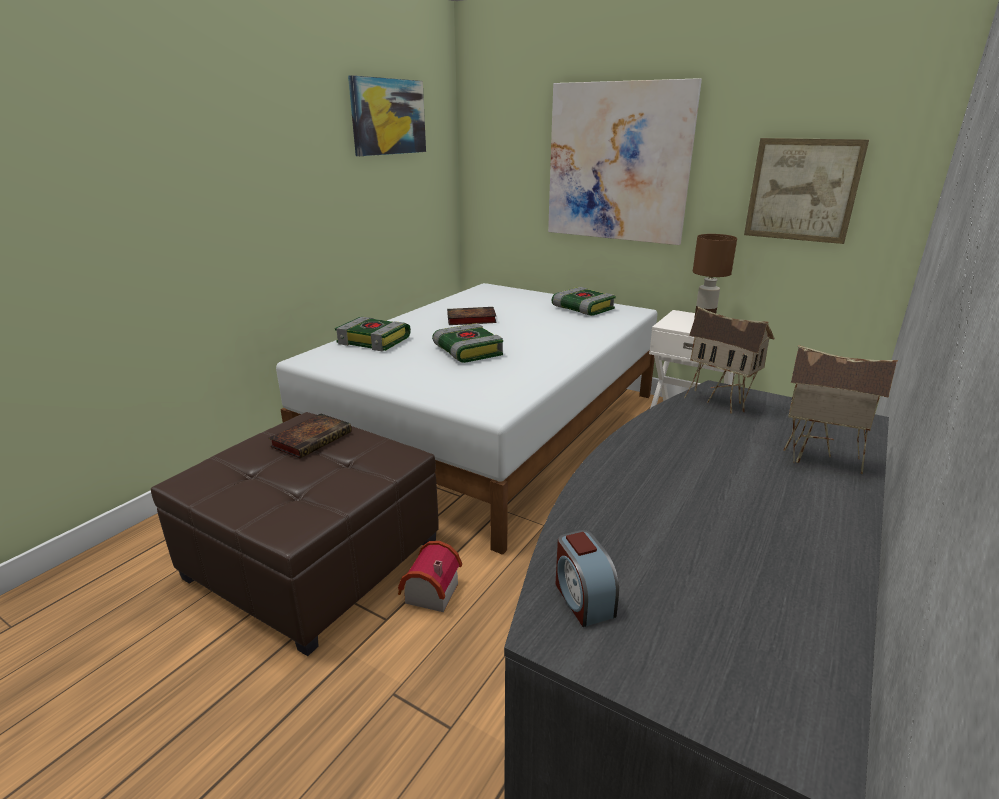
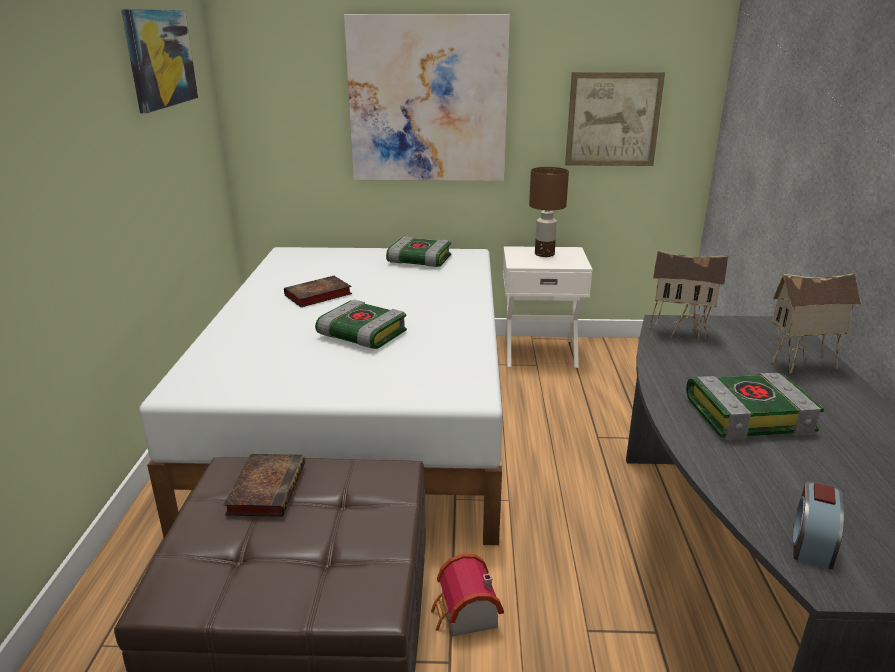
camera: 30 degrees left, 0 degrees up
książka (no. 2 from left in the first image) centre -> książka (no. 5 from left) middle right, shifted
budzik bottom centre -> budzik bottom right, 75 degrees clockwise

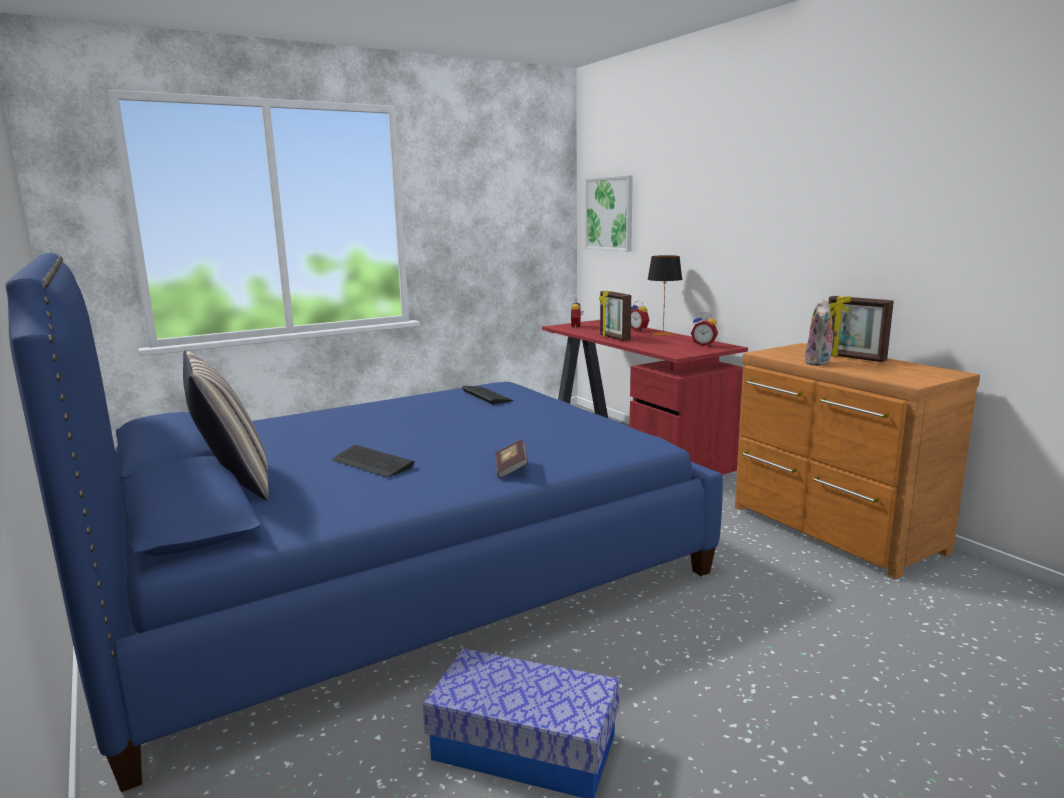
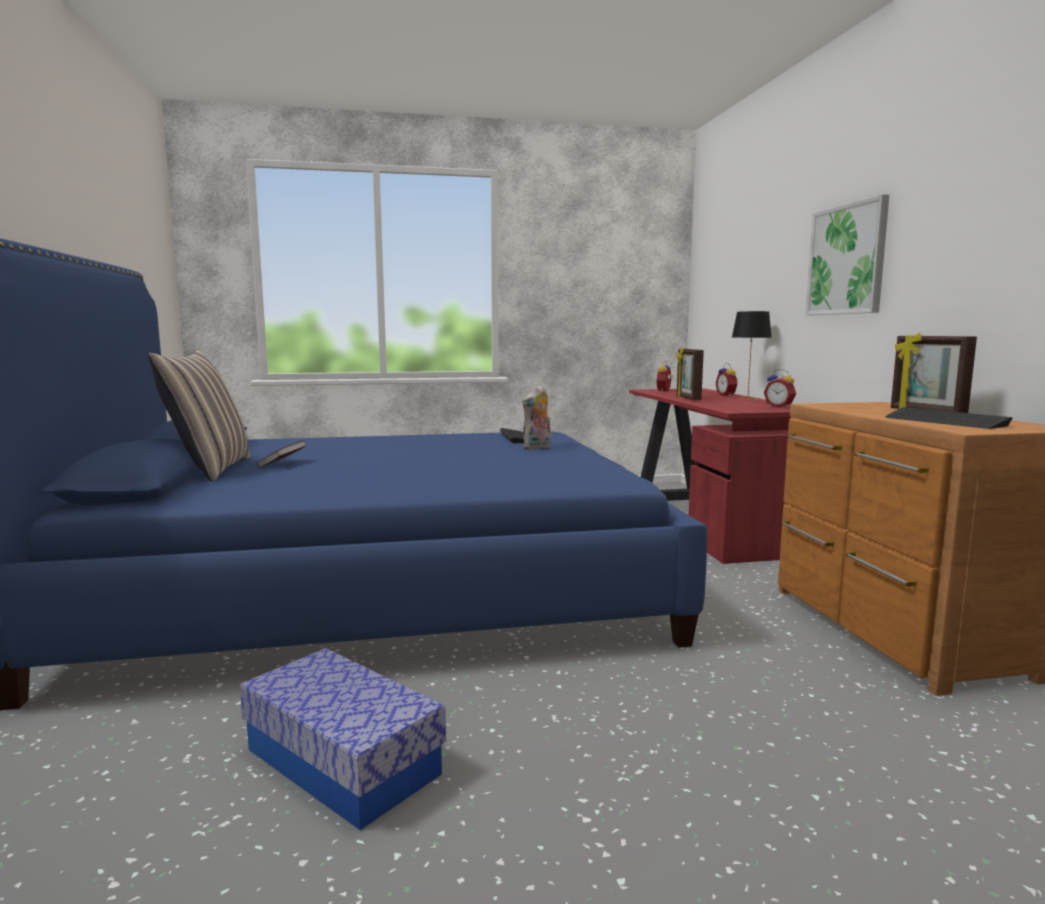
camera: 20 degrees right, 5 degrees down
książka centre -> książka middle left, shifted
pluszak middle right -> pluszak centre, shifted
obraz top centre -> obraz top right, shifted
klawiatura (no. 1 from left in the first image) centre -> klawiatura (no. 2 from left) middle right, shifted

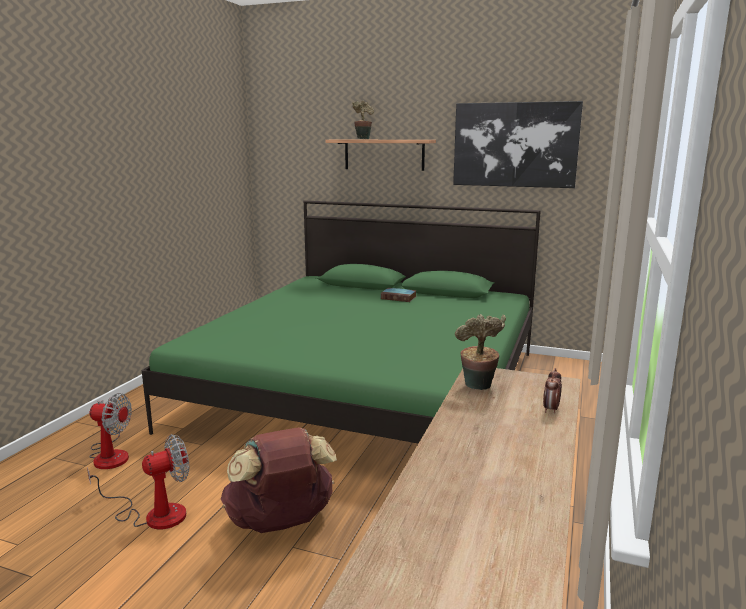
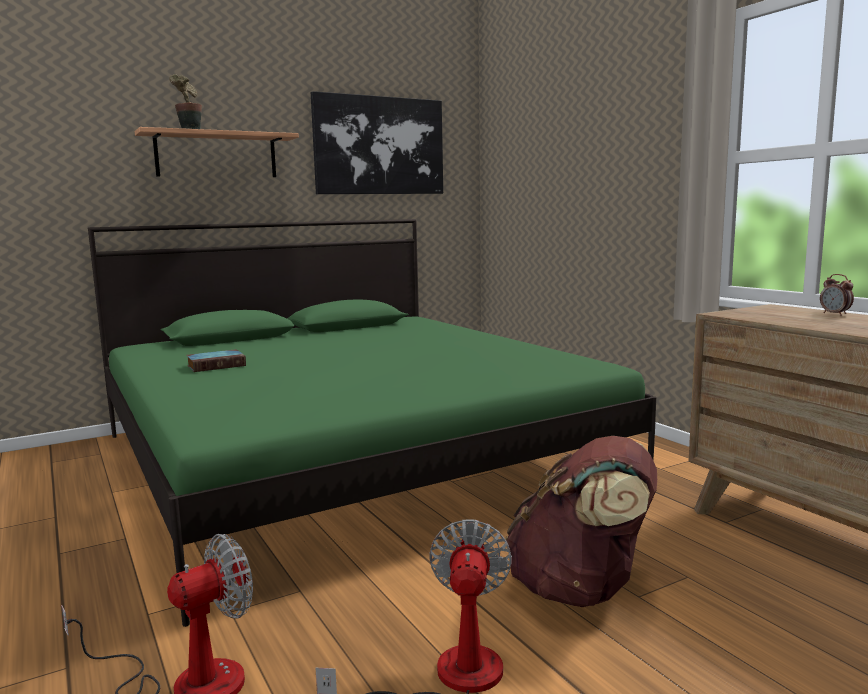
camera: 50 degrees left, 5 degrees down
książka centre -> książka middle left, shifted
roślina doniczkowa (no. 2 from left) centre -> none

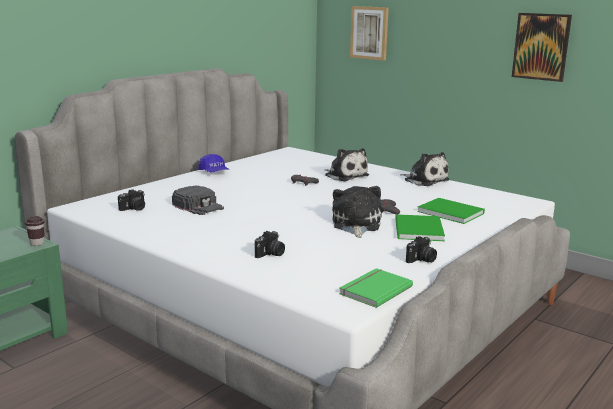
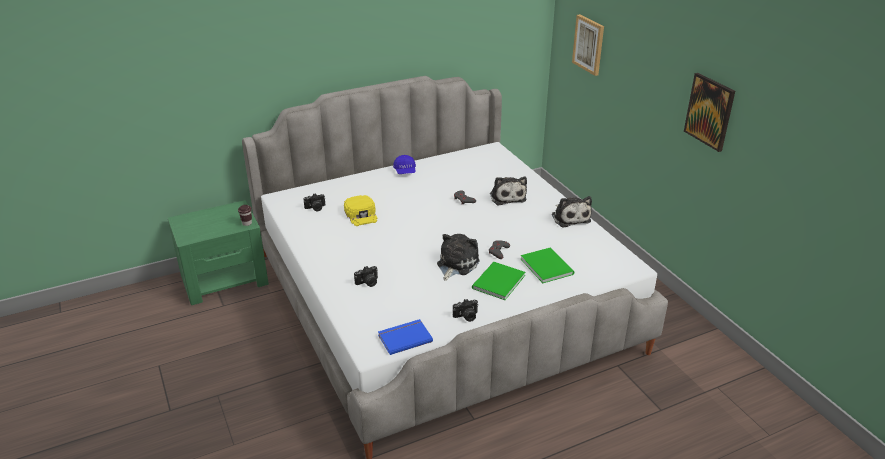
camera: 25 degrees right, 15 degrees up
czapka z daszkiem [czarny] middle left -> czapka z daszkiem [żółty] centre
książka [zielony] (no. 1 from left) bottom centre -> książka [niebieski] bottom centre

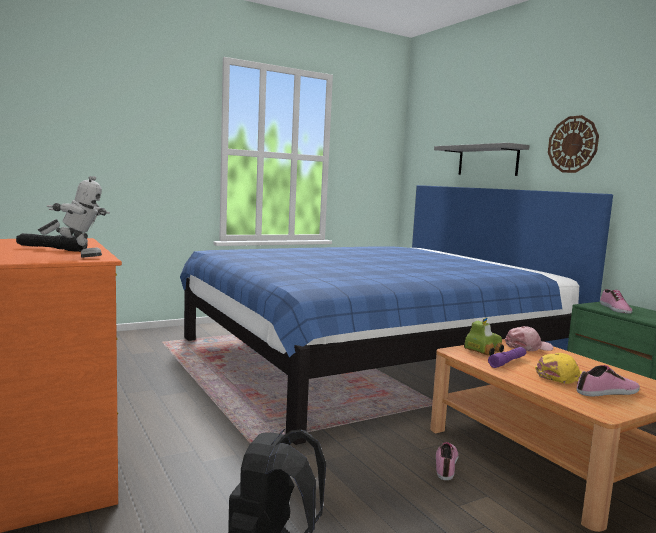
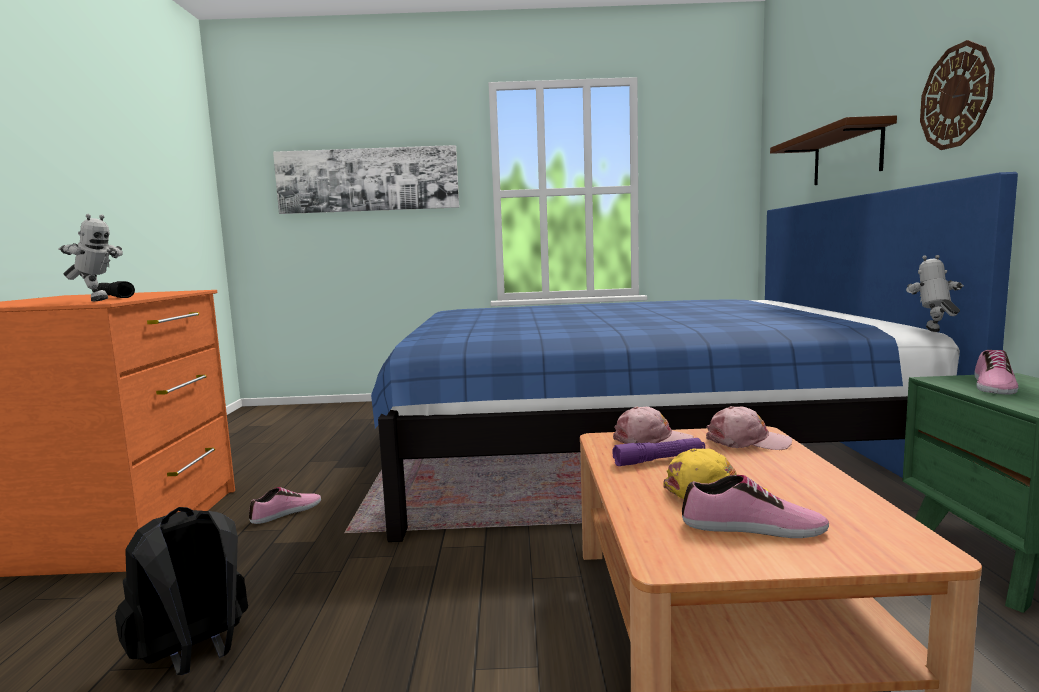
camera: 30 degrees right, 0 degrees up
but (no. 1 from left) bottom right -> but (no. 1 from left) bottom left, shifted
none -> obraz top centre
samochodzik middle right -> czapka z daszkiem [różowy] (no. 1 from left) centre
półka [szary] top right -> półka [brązowy] top right
none -> robot zabawkowy (no. 2 from left) middle right

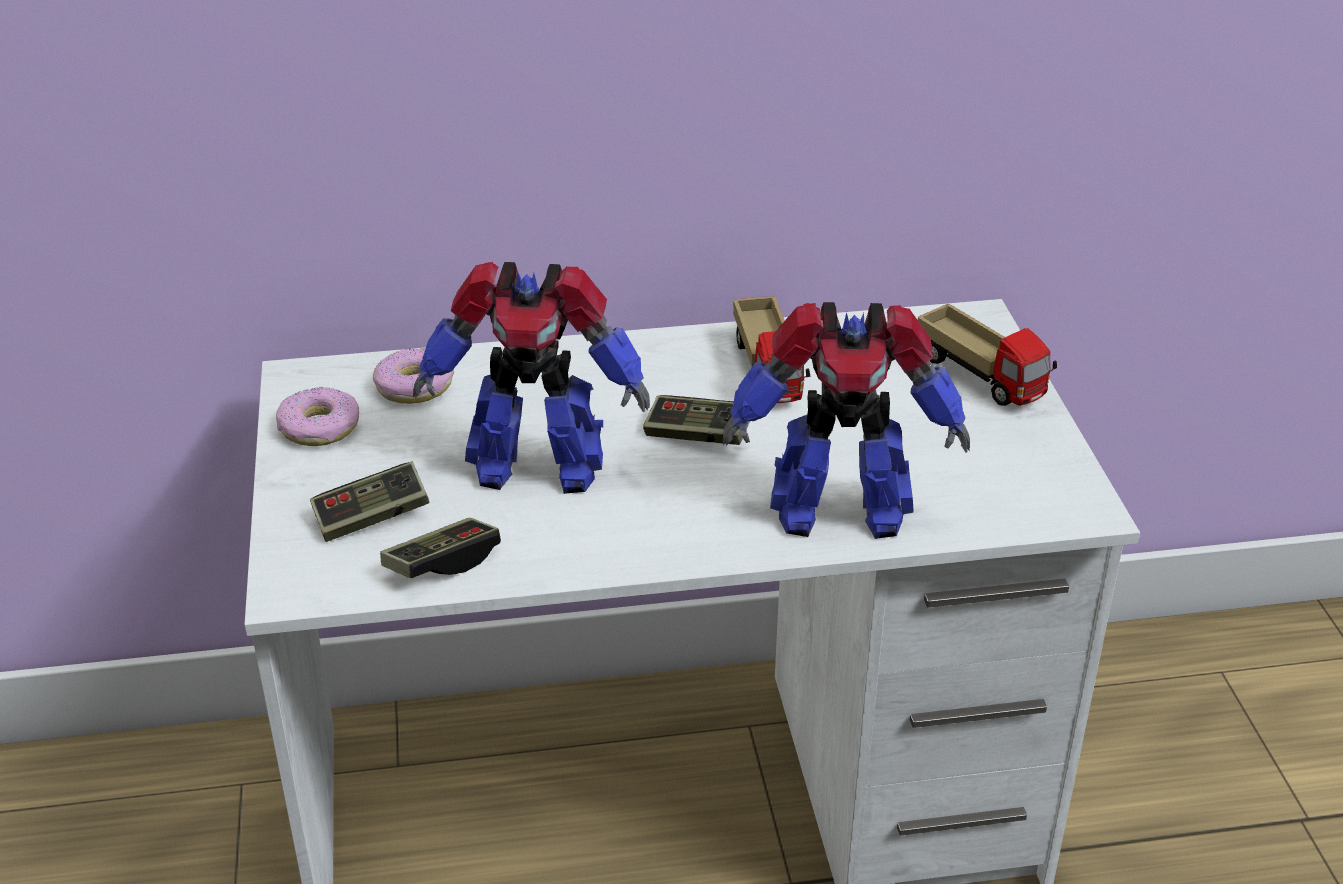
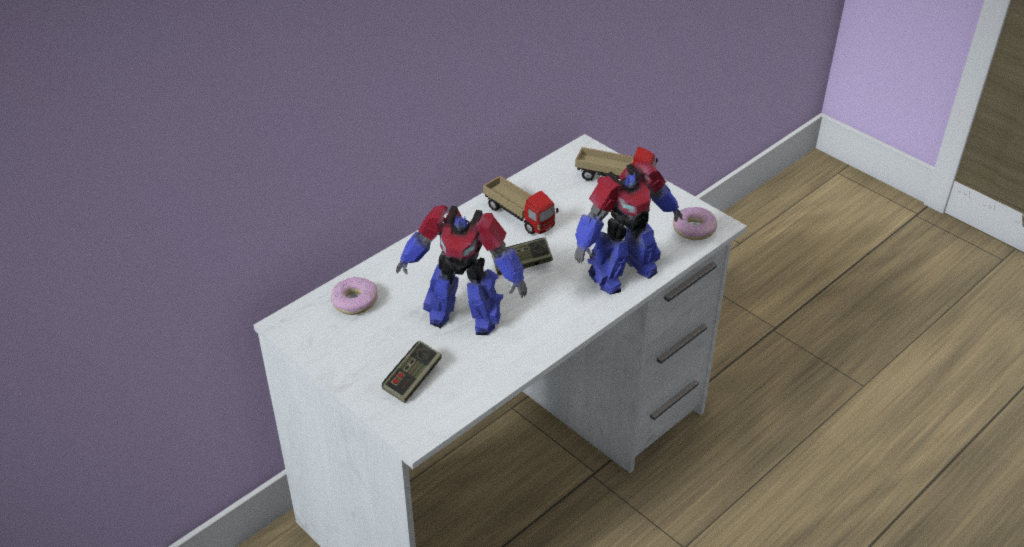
camera: 35 degrees left, 5 degrees up
robot zabawkowy (no. 1 from left) centre, 45 degrees clockwise
donut (no. 1 from left in the first image) middle left -> donut (no. 2 from left) middle right, shifted
pad do gier (no. 2 from left) middle left -> none

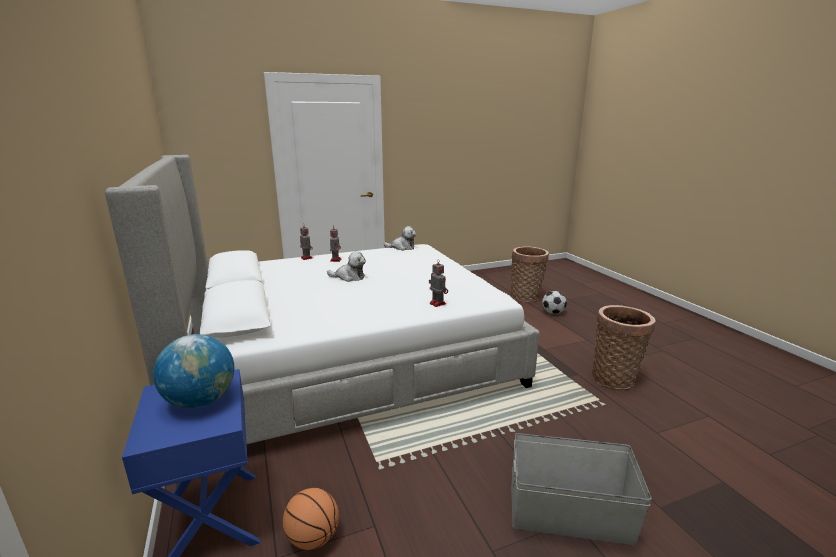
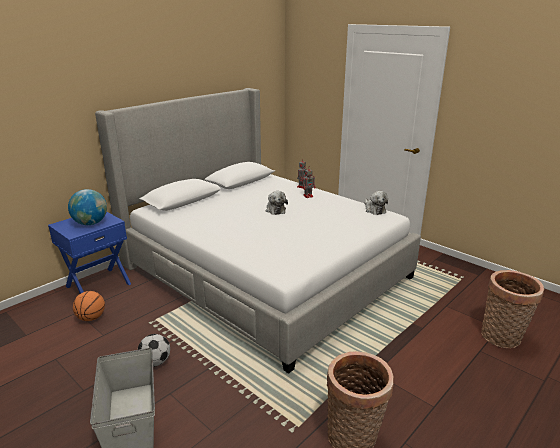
camera: 65 degrees right, 5 degrees up
piłka futbolowa centre -> piłka futbolowa bottom left, shifted
robot zabawkowy (no. 3 from left) centre -> none

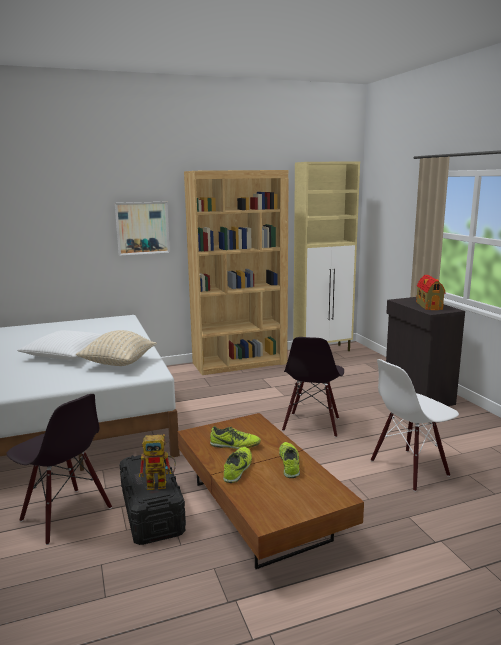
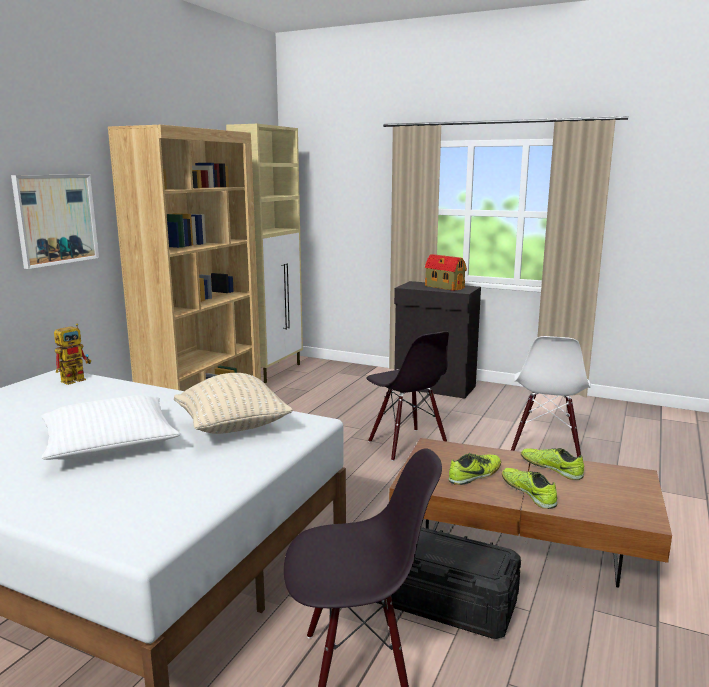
camera: 45 degrees left, 0 degrees up
robot zabawkowy bottom left -> robot zabawkowy middle left, shifted

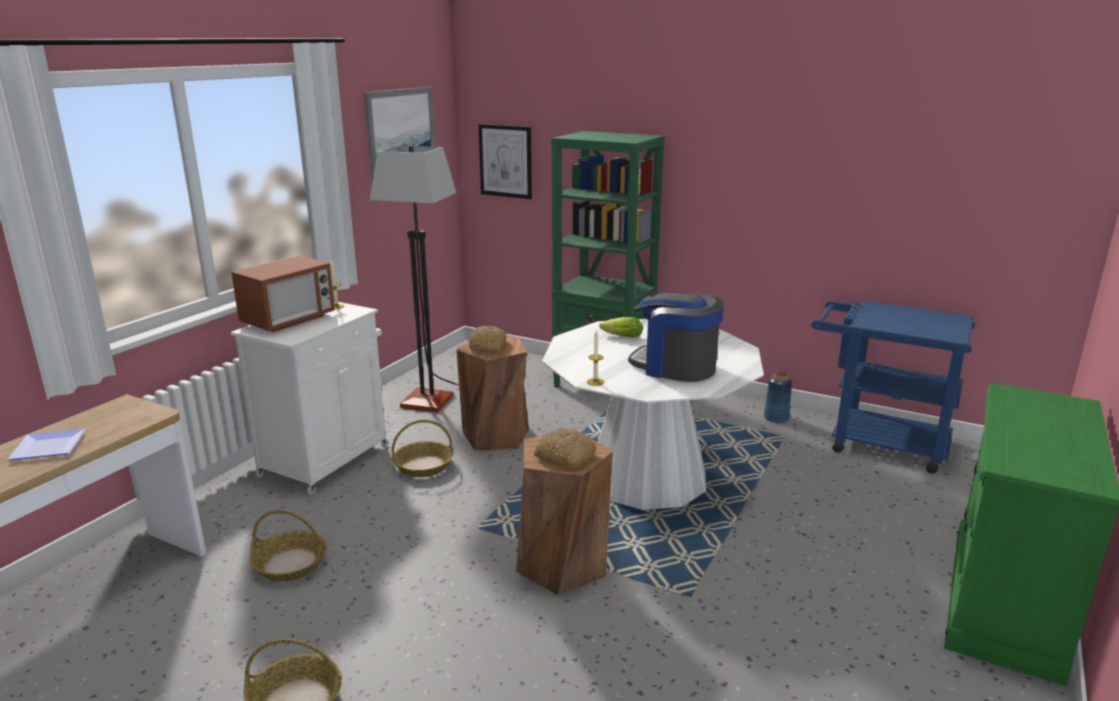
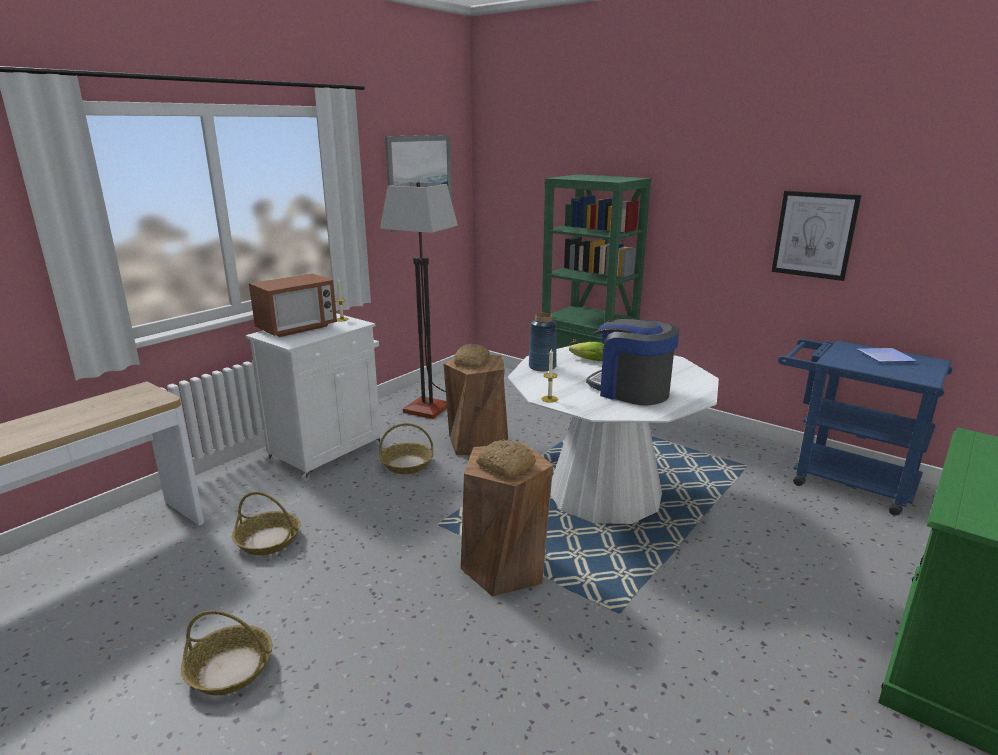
camera: 10 degrees right, 0 degrees up
wazon [niebieski] middle right -> wazon [niebieski] centre, shifted
obraz (no. 2 from left) top centre -> obraz (no. 2 from left) top right, shifted
talerz middle left -> talerz middle right, shifted

